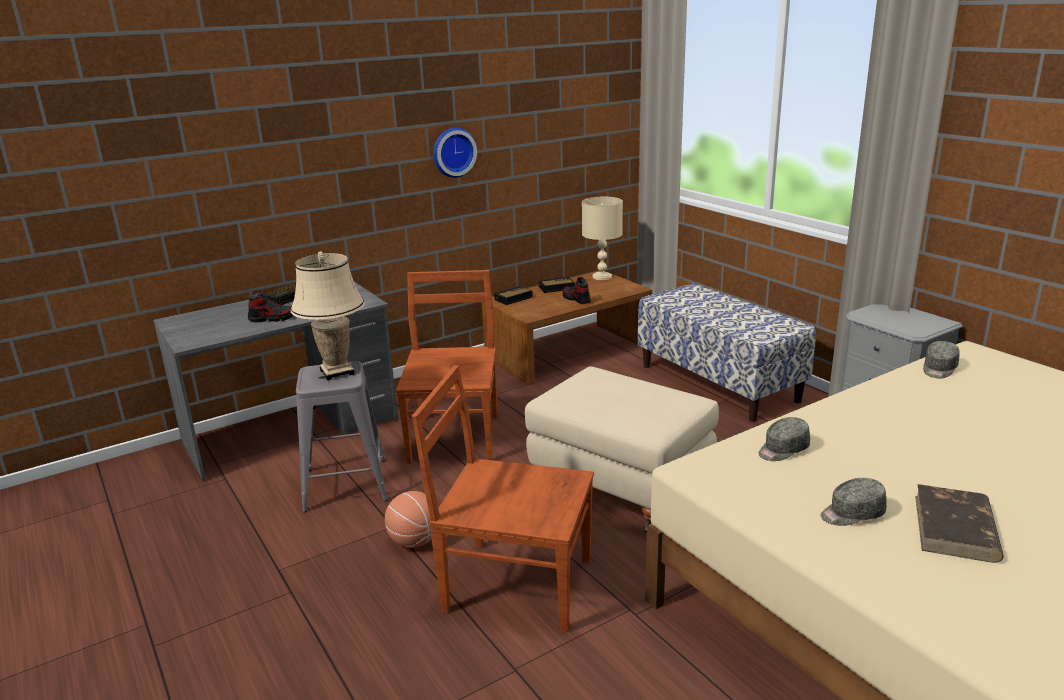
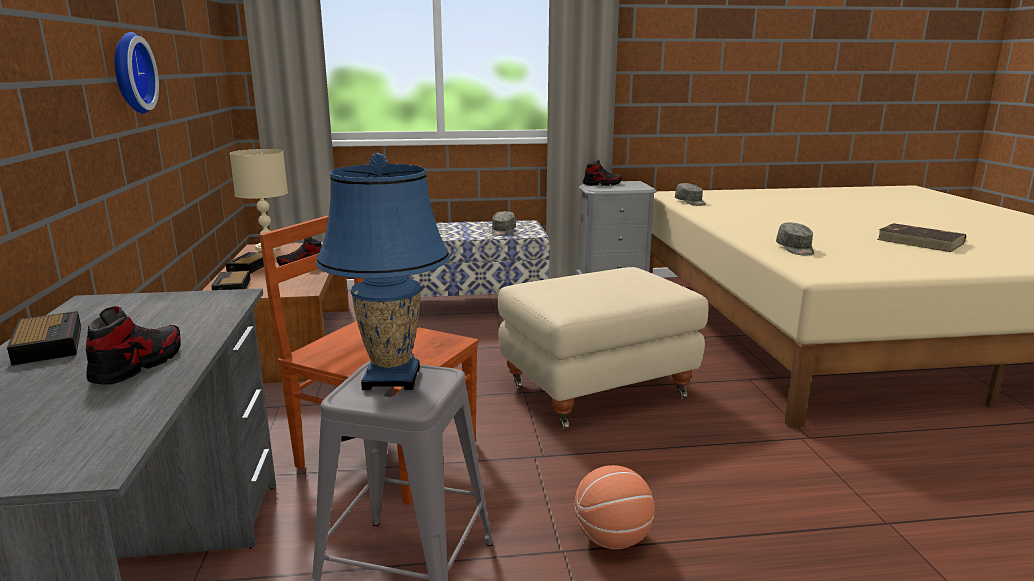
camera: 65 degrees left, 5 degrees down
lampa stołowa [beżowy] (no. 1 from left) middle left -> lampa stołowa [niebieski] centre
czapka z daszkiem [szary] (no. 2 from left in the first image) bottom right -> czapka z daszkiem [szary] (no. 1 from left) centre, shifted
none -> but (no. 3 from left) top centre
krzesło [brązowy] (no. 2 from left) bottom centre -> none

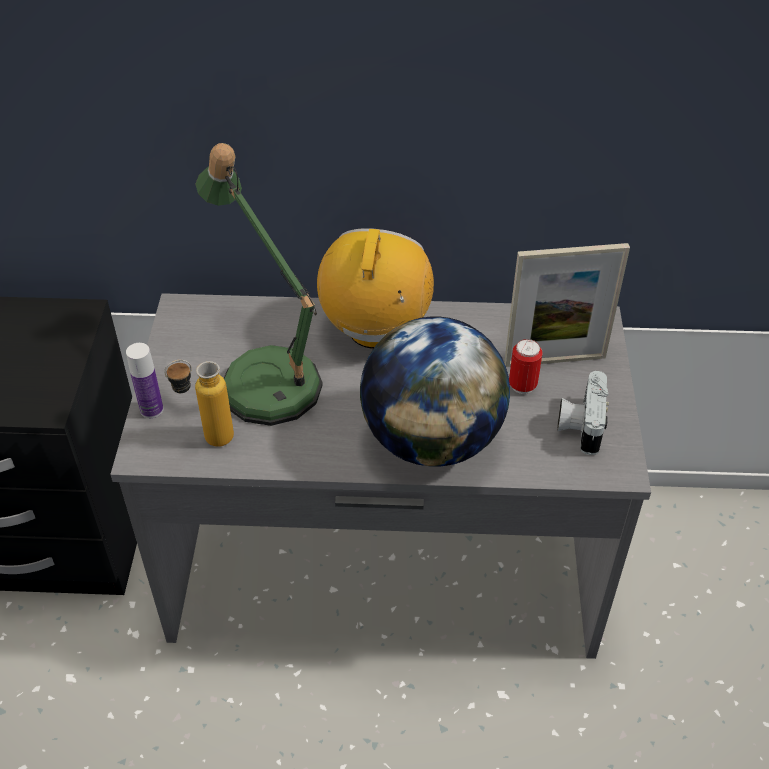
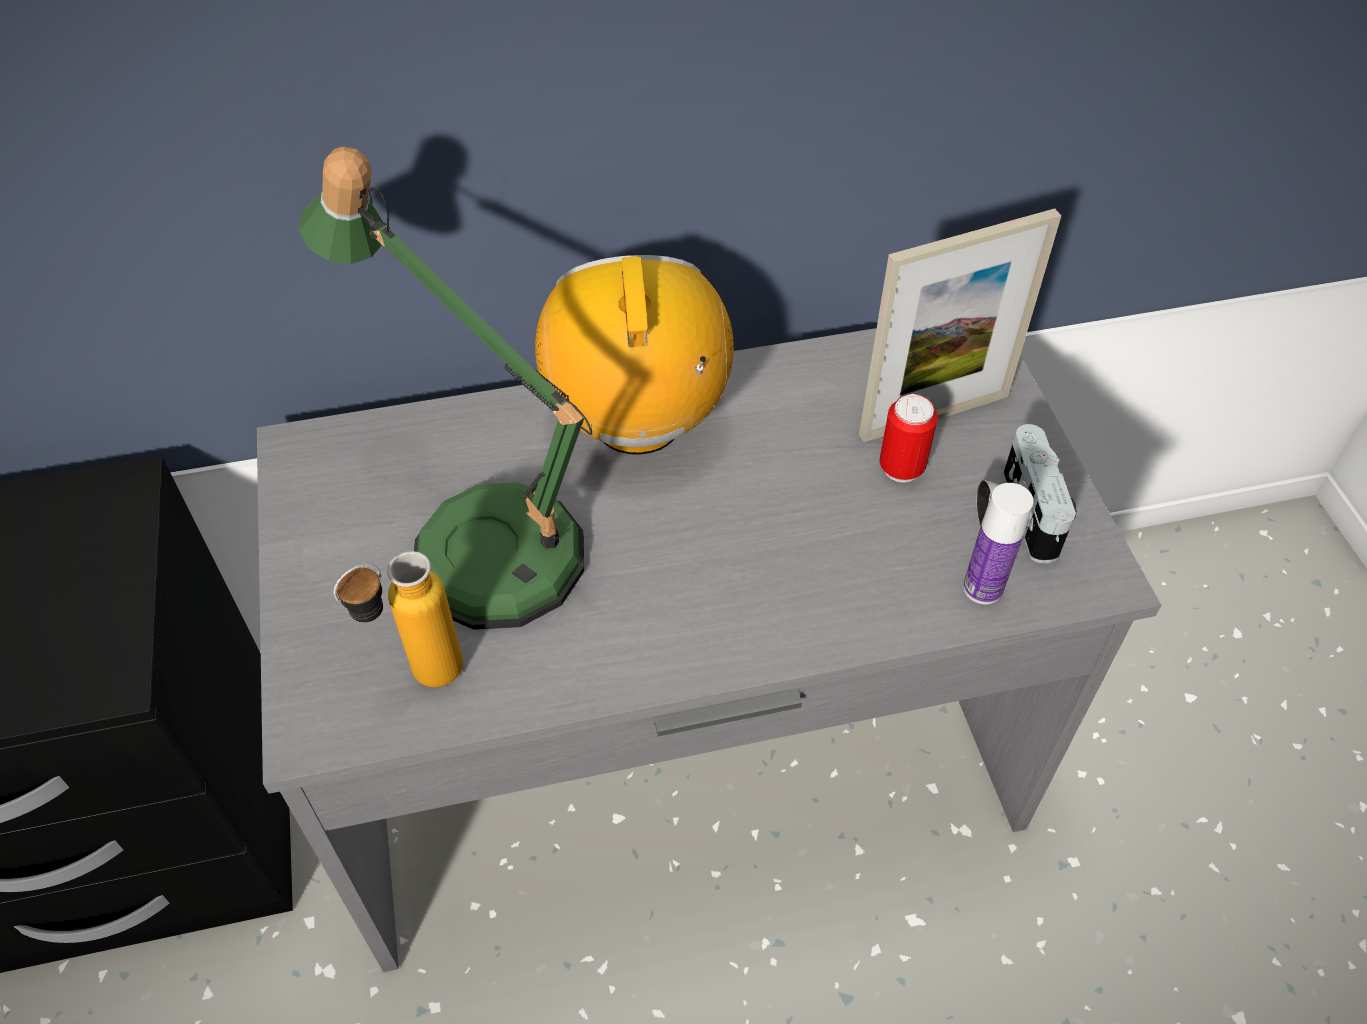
camera: 15 degrees left, 5 degrees up
butelka (no. 1 from left in the first image) middle left -> butelka (no. 2 from left) middle right, shifted
globus centre -> none

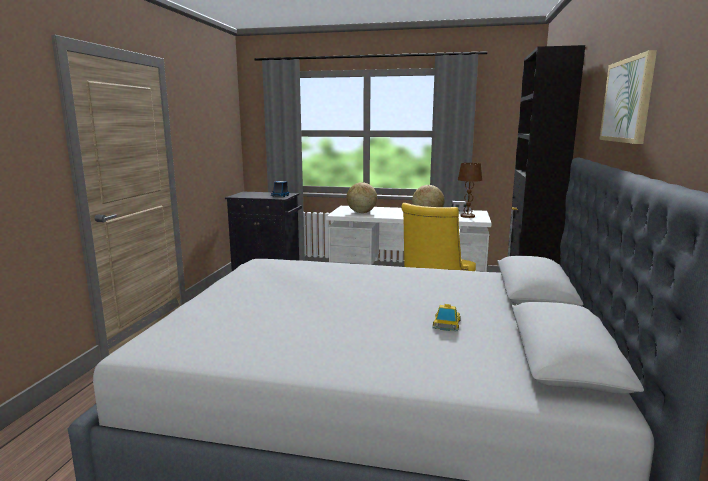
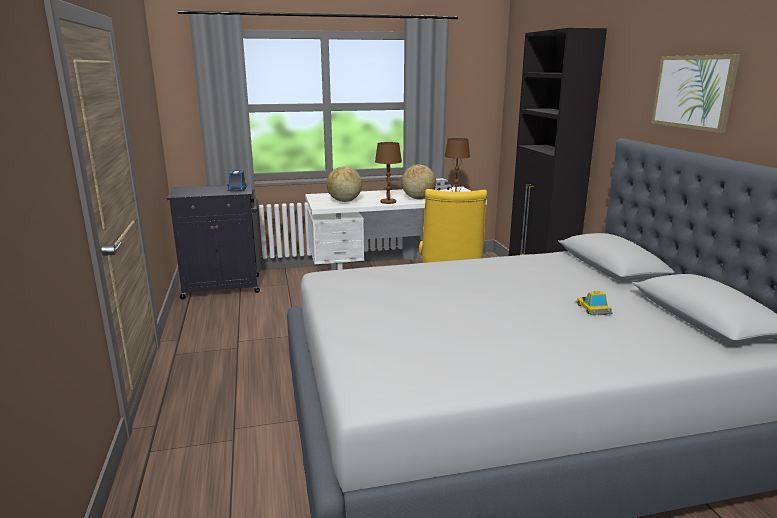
camera: 25 degrees left, 5 degrees up
none -> lampa stołowa [brązowy] (no. 1 from left) centre

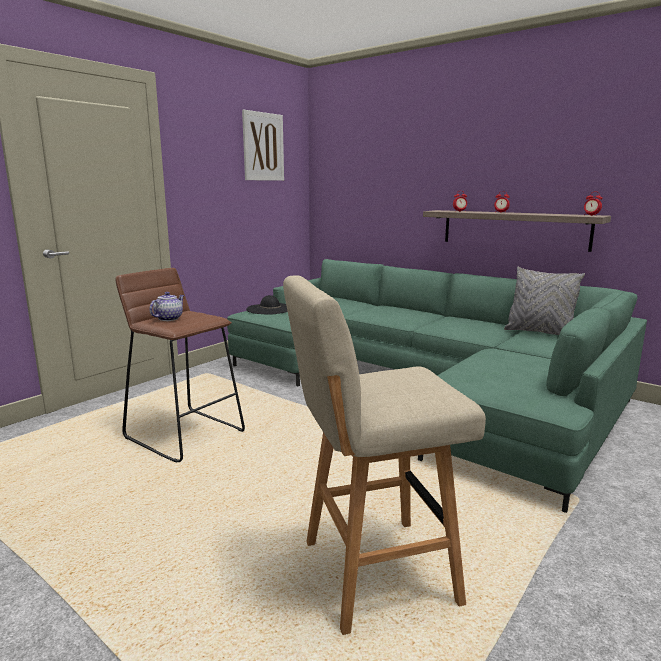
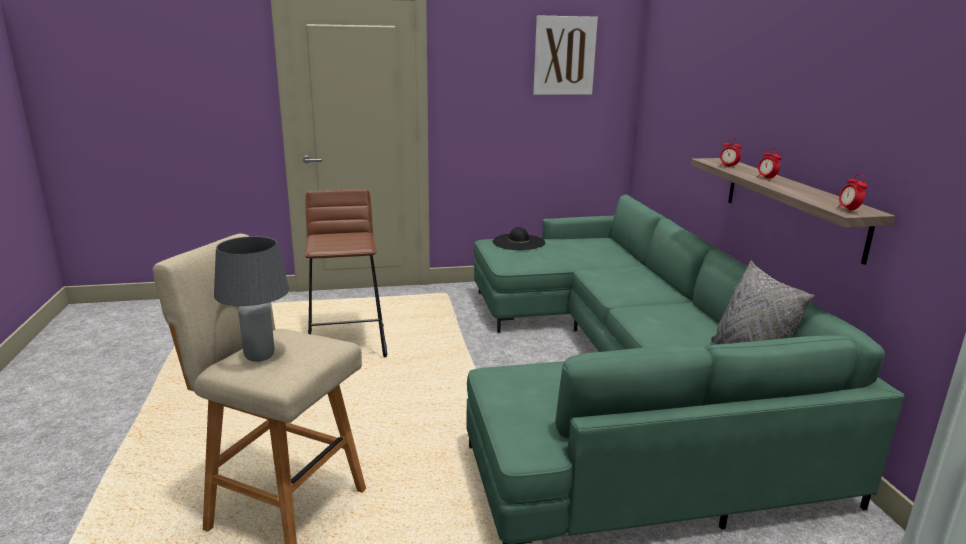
camera: 40 degrees right, 5 degrees up
none -> lampa stołowa [szary] middle left
imbryk middle left -> none

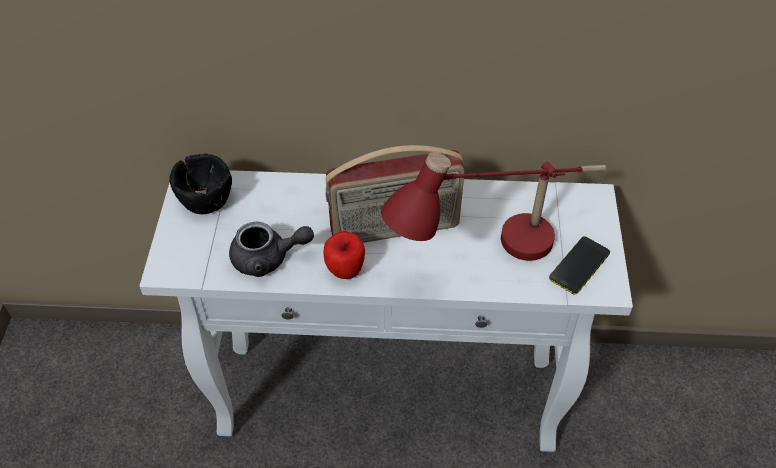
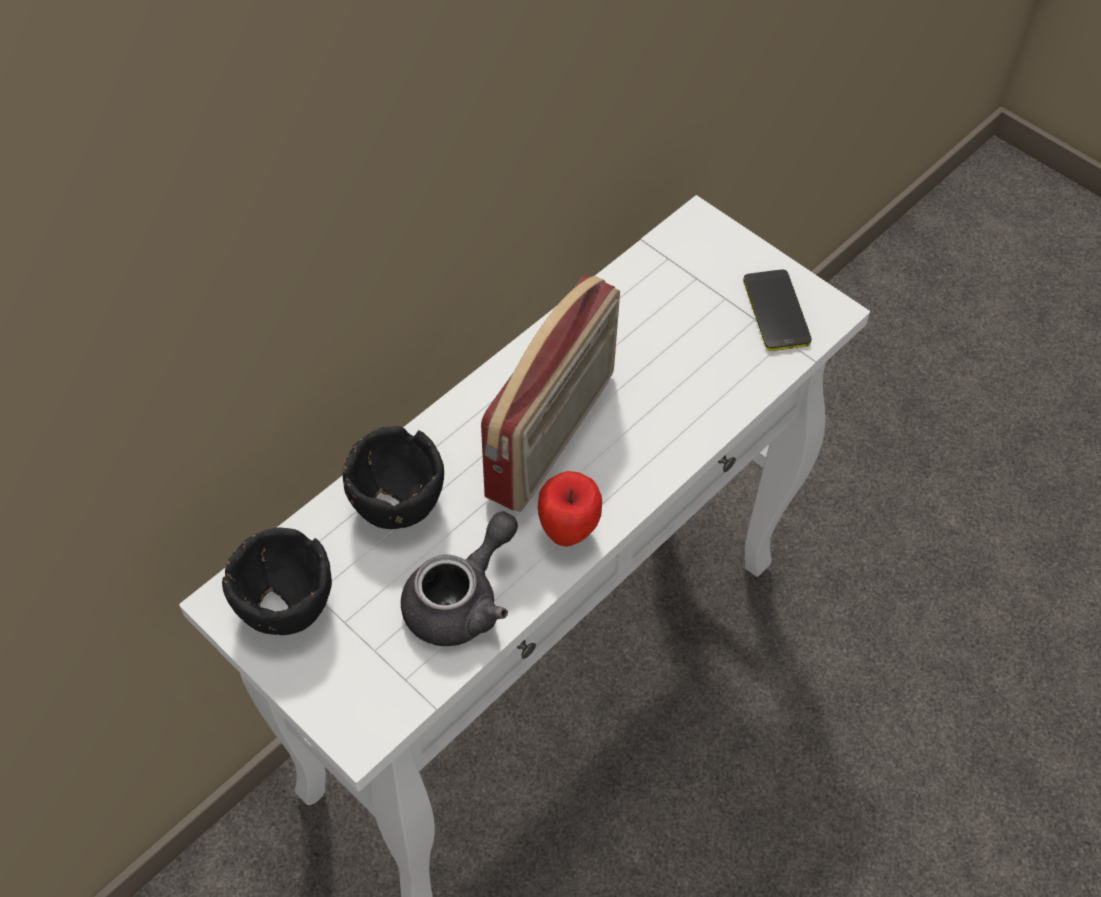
camera: 50 degrees left, 5 degrees up
none -> miska [czarny] (no. 2 from left) centre
lampa stołowa [czerwony] centre -> none

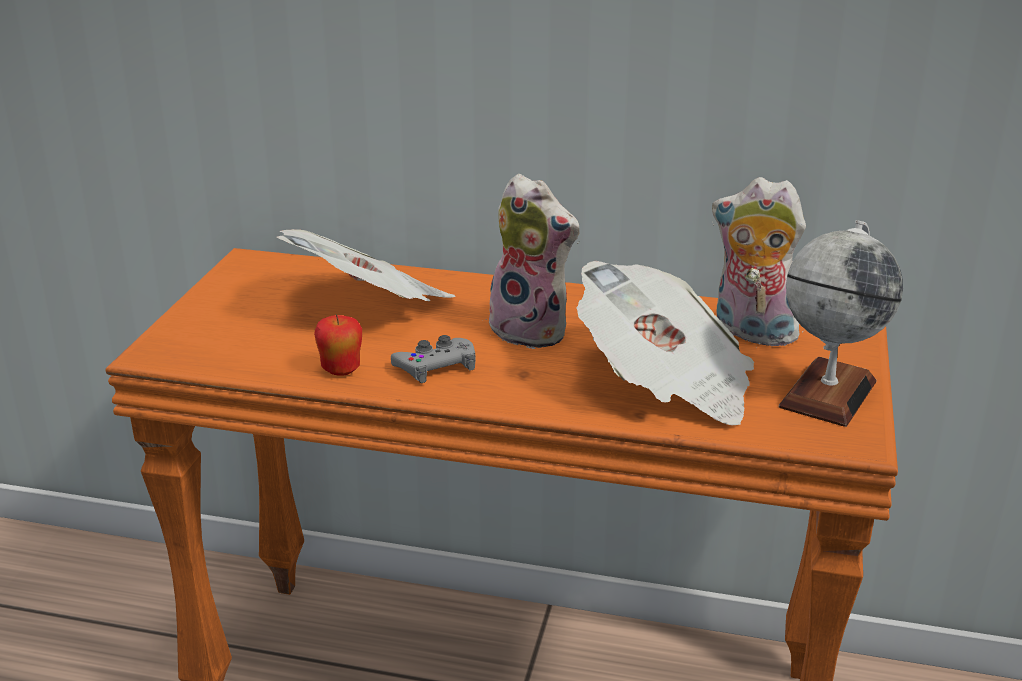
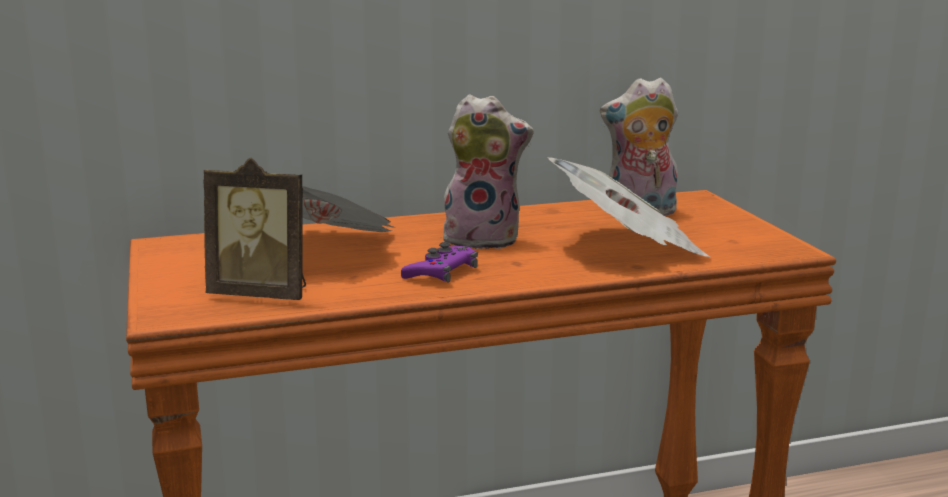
camera: 30 degrees left, 10 degrees down
none -> ramka na zdjęcie middle left
pad do gier [szary] centre -> pad do gier [fioletowy] centre
jabłko middle left -> none
globus middle right -> none

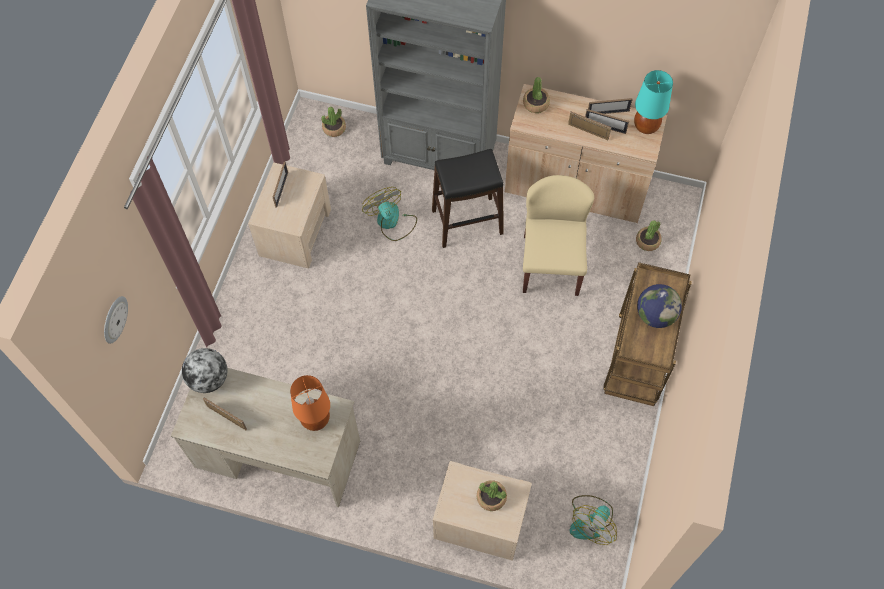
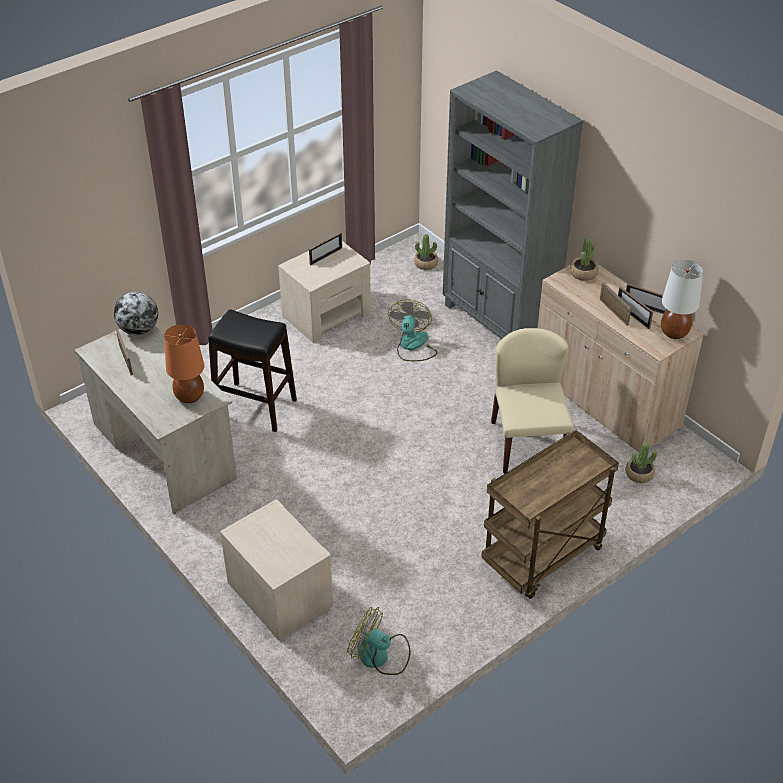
camera: 35 degrees right, 20 degrees down
stołek [czarny] centre -> stołek [czarny] middle left, shifted
wentylator (no. 2 from left in the first image) bottom right -> wentylator (no. 1 from left) bottom centre, 45 degrees clockwise
krzesło [beżowy] centre -> krzesło [beżowy] middle right, 45 degrees counterclockwise
lampa stołowa [turkusowy] top right -> lampa stołowa [biały] middle right
zegar ścienny middle left -> none
roślina doniczkowa (no. 2 from left) bottom centre -> none
globus (no. 2 from left) middle right -> none

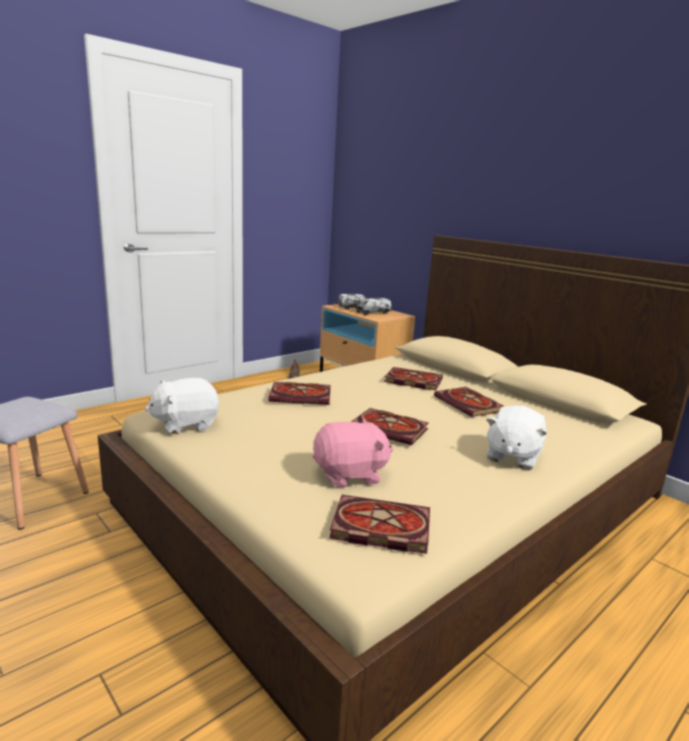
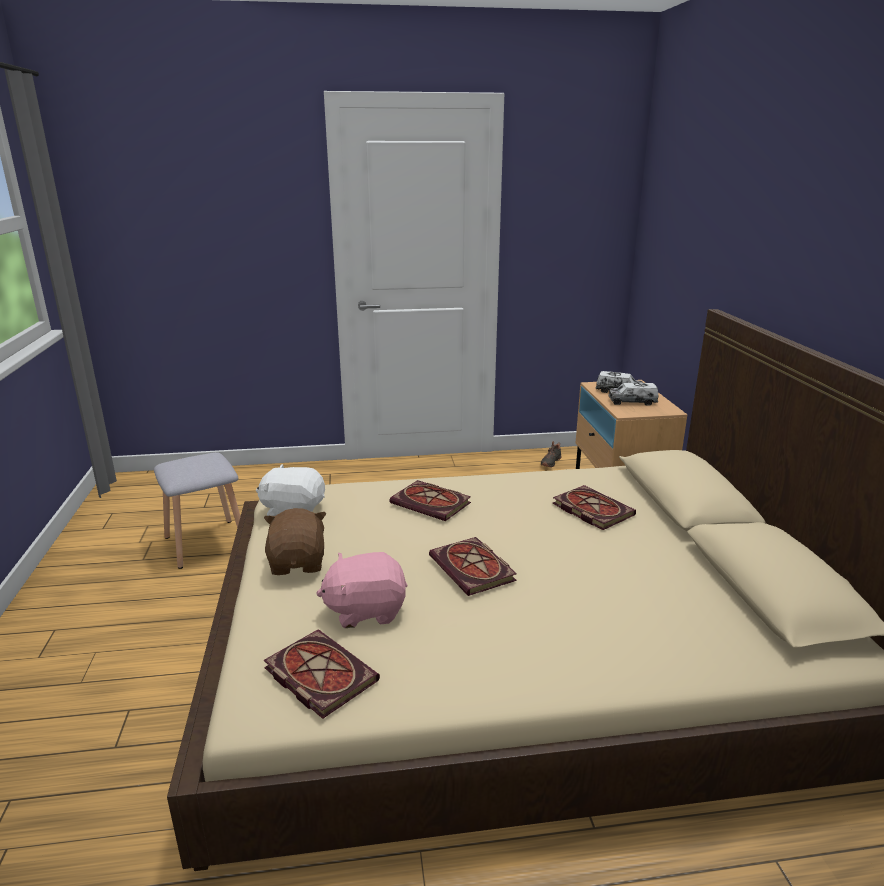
camera: 35 degrees right, 5 degrees up
none -> pluszak [brązowy] centre
pluszak [różowy] centre, 150 degrees clockwise
książka (no. 5 from left) middle right -> none
pluszak [biały] (no. 2 from left) middle right -> none

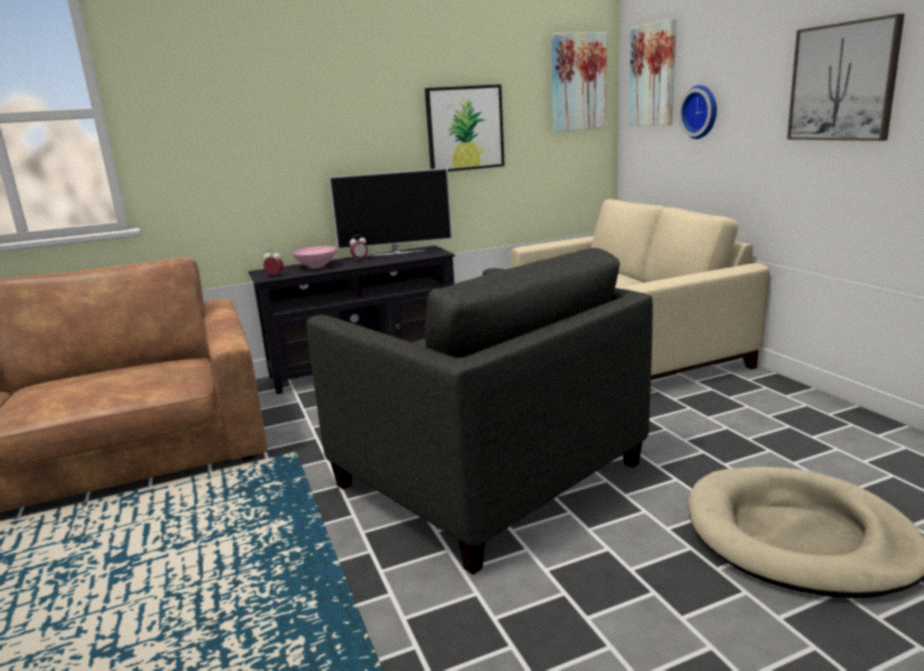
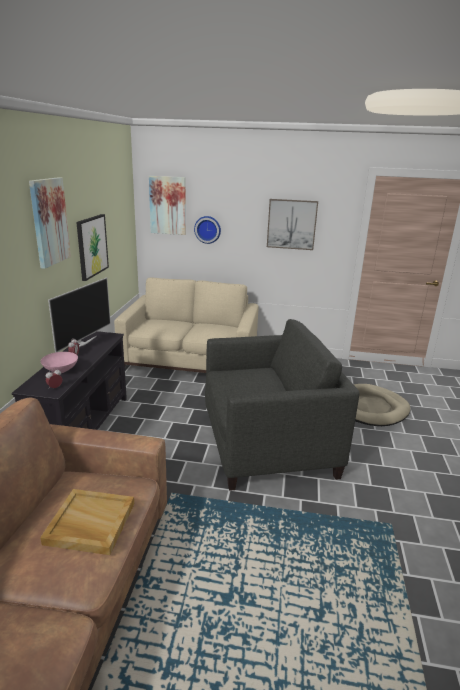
camera: 60 degrees left, 5 degrees up
obraz (no. 2 from left in the first image) top centre -> obraz (no. 1 from left) top left, shifted
none -> taca [beżowy] bottom left

